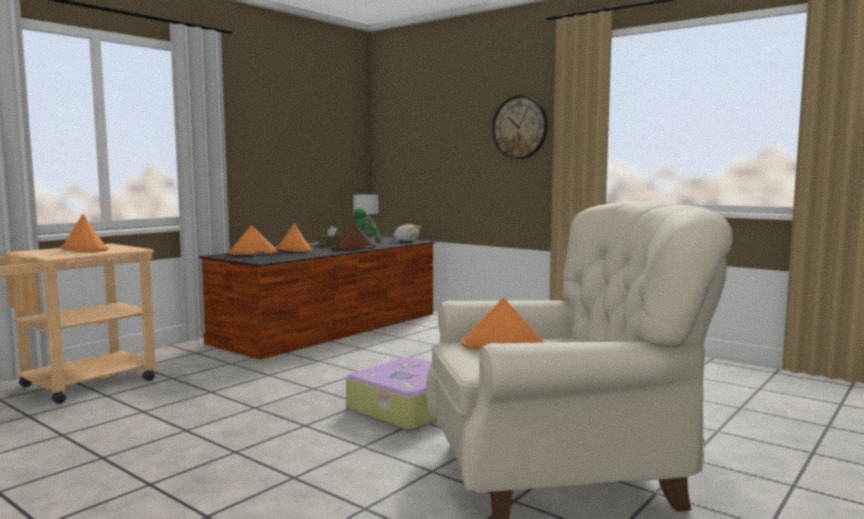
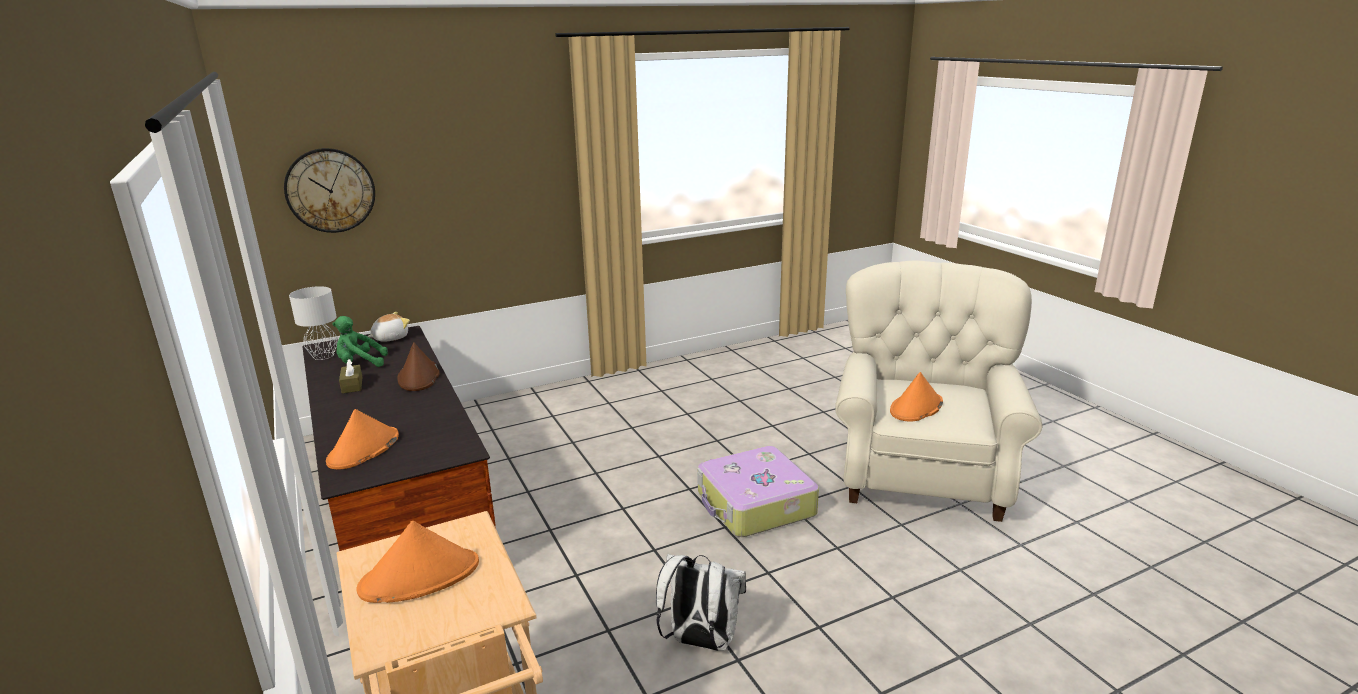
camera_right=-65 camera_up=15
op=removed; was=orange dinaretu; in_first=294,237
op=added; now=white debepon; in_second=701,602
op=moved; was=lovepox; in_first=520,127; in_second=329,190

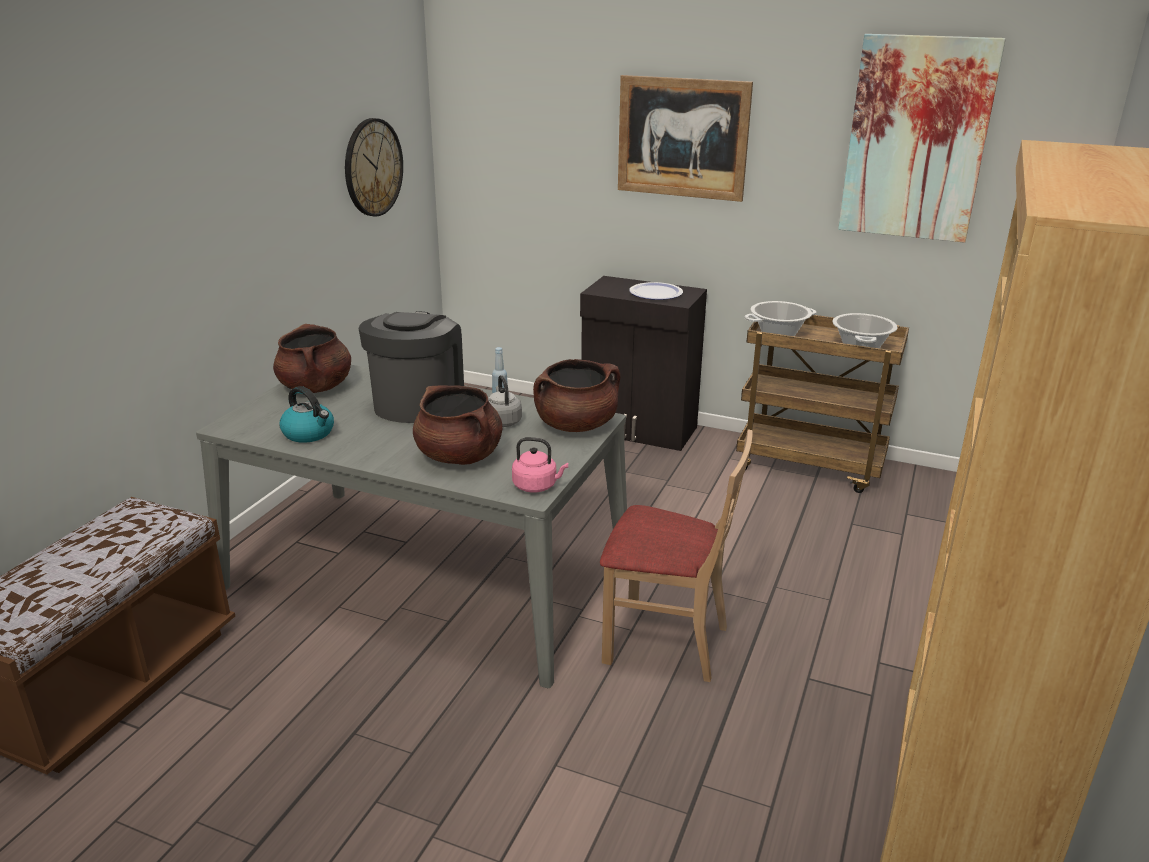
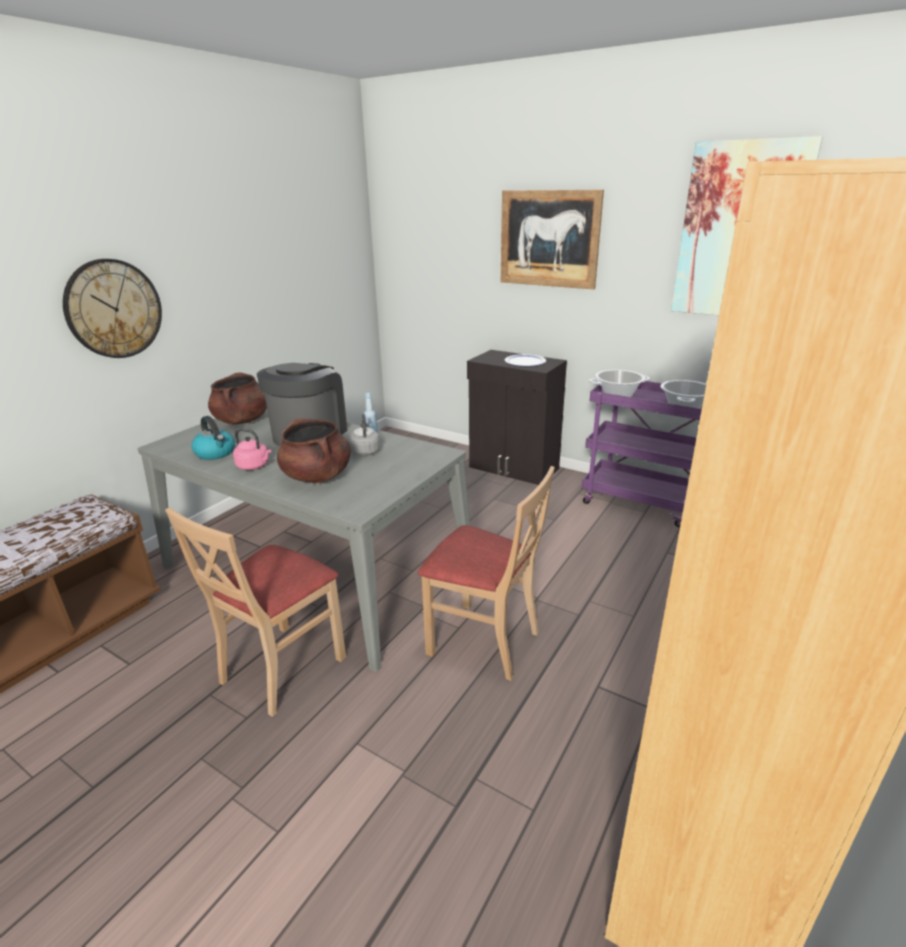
camera_right=10 camera_up=0
op=removed; was=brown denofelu; in_first=576,395
op=added; now=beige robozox; in_second=255,612
op=moved; was=lovepox; in_first=374,167; in_second=112,308
op=moved; was=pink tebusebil; in_first=540,465; in_second=252,449
op=recoloured; was=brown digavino; now=purple digavino; in_first=822,404; in_second=642,454

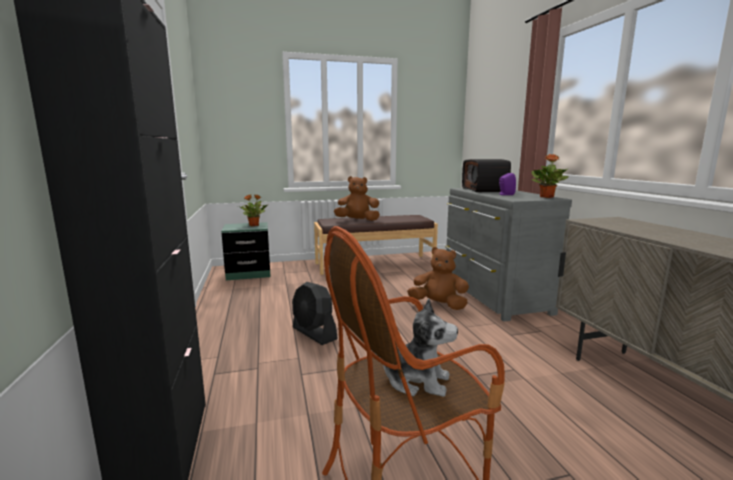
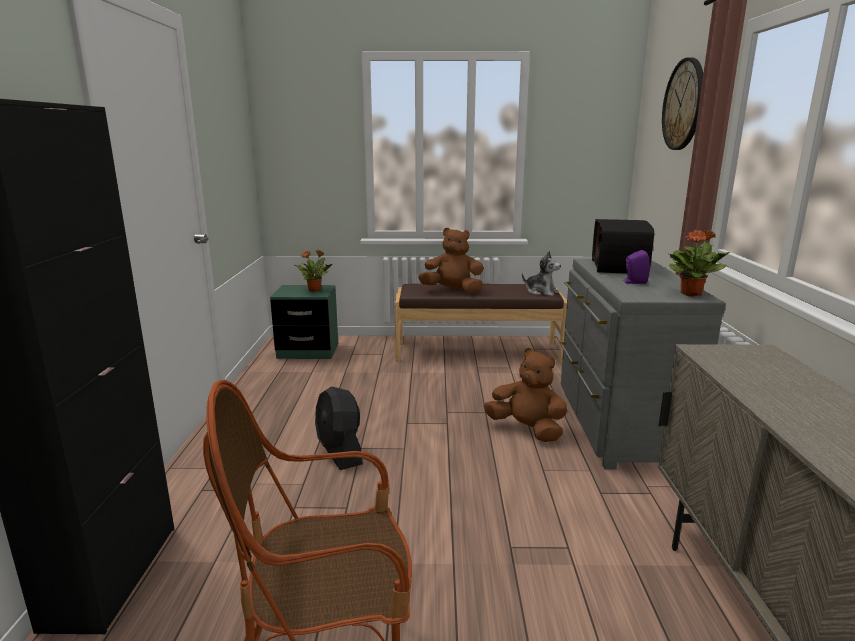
camera_right=15 camera_up=5
op=added; now=lovepox; in_second=682,103
op=moved; was=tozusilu; in_first=418,348; in_second=541,273

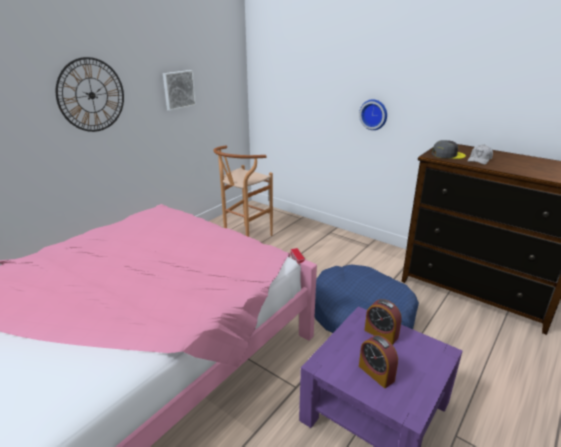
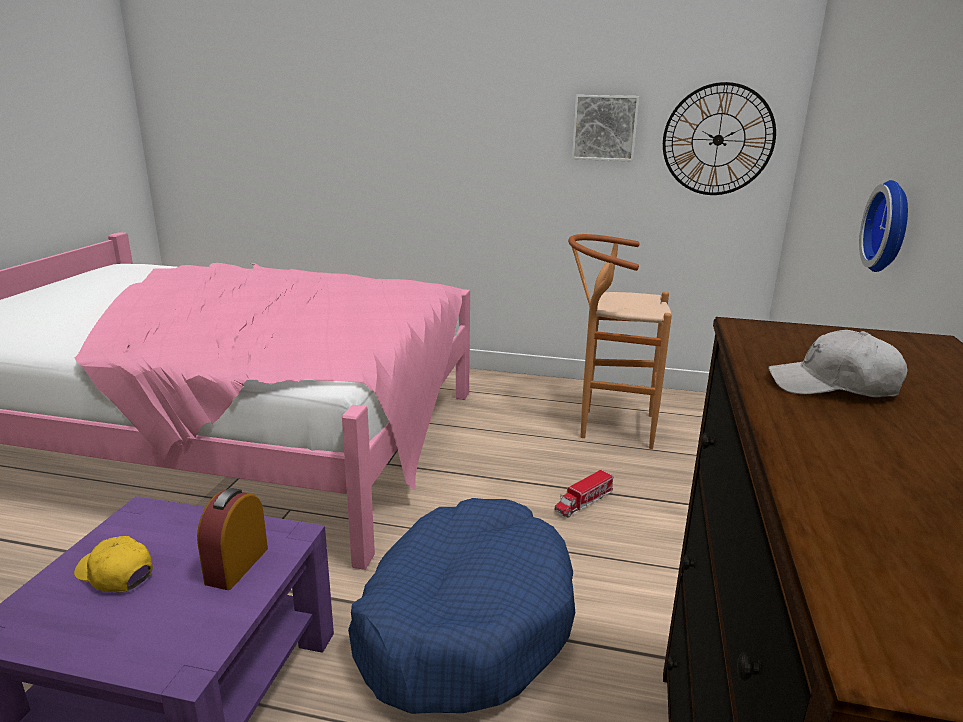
camera_right=65 camera_up=-5
op=removed; was=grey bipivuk; in_first=449,149
op=moved; was=lovepox; in_first=90,94; in_second=719,138
op=replaced; was=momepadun; now=yellow bipivuk; in_first=378,361; in_second=113,564

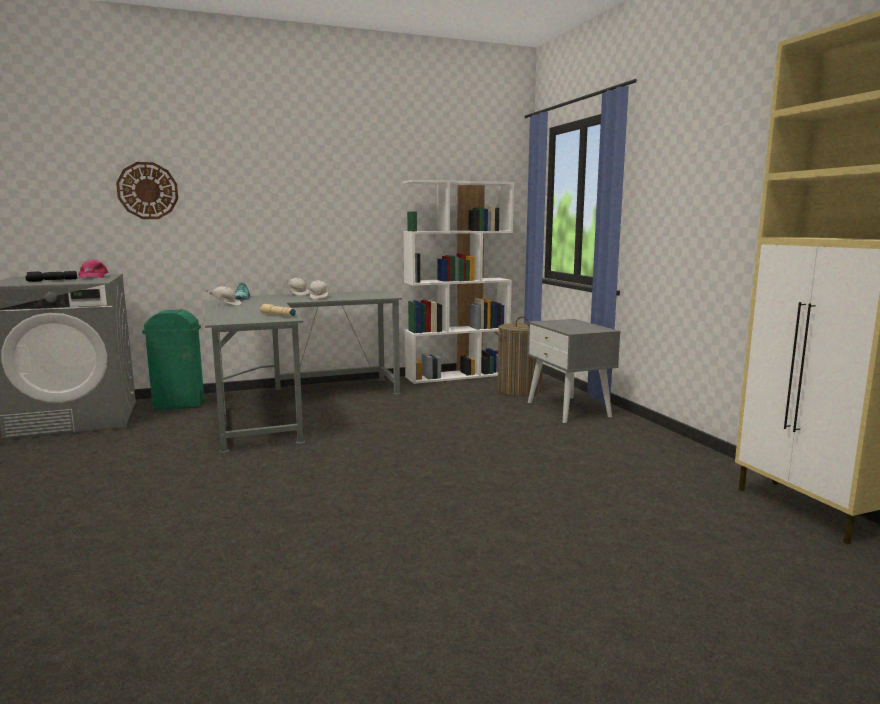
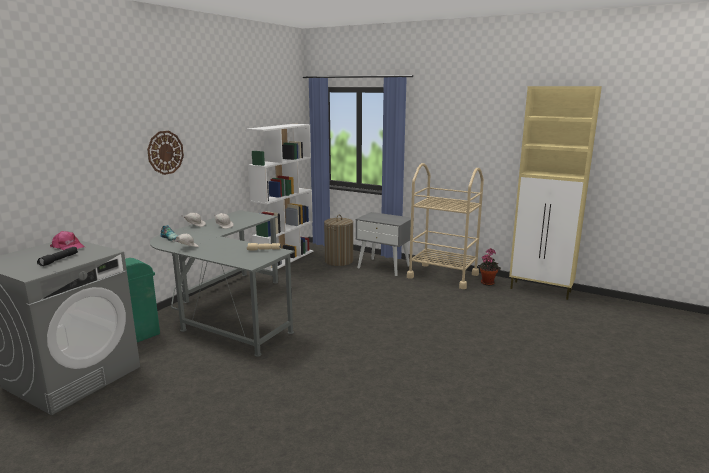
camera_right=-40 camera_up=5
op=added; now=beige digavino; in_second=445,226
op=added; now=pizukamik; in_second=489,266
op=moved; was=lovepox; in_first=147,190; in_second=165,153

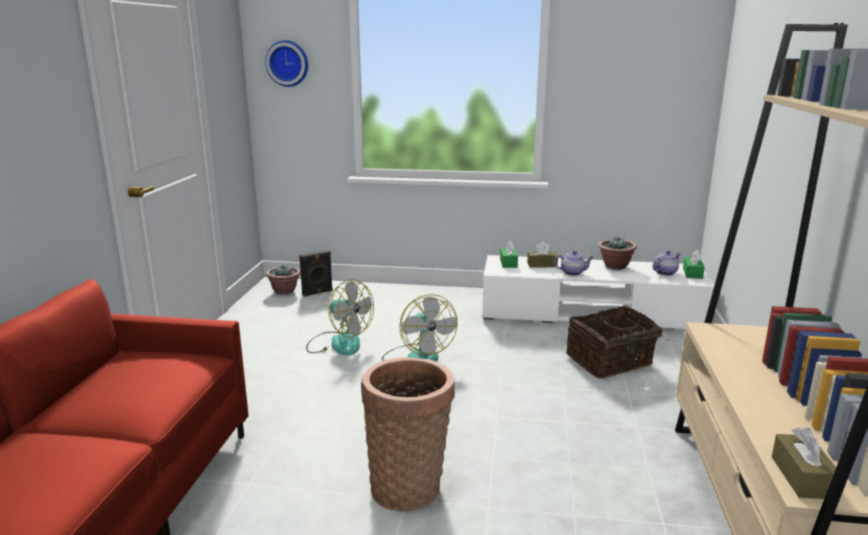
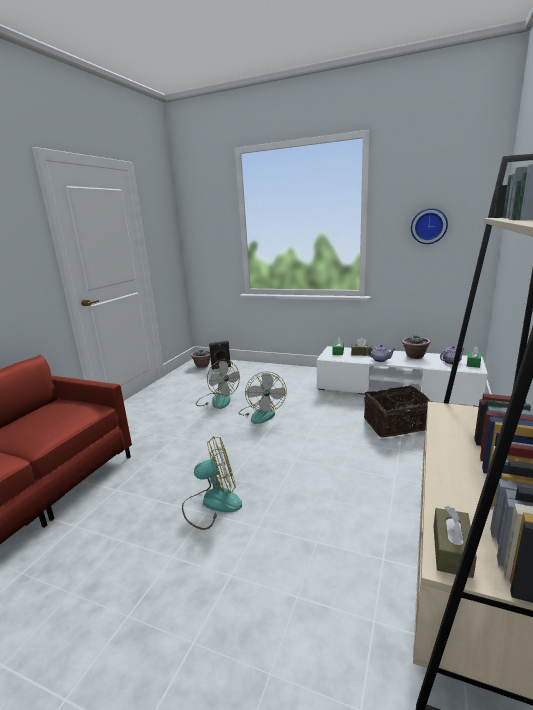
camera_right=15 camera_up=0
op=moved; was=lovepox; in_first=286,63; in_second=429,226
op=replaced; was=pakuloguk; now=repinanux; in_first=408,434; in_second=212,483

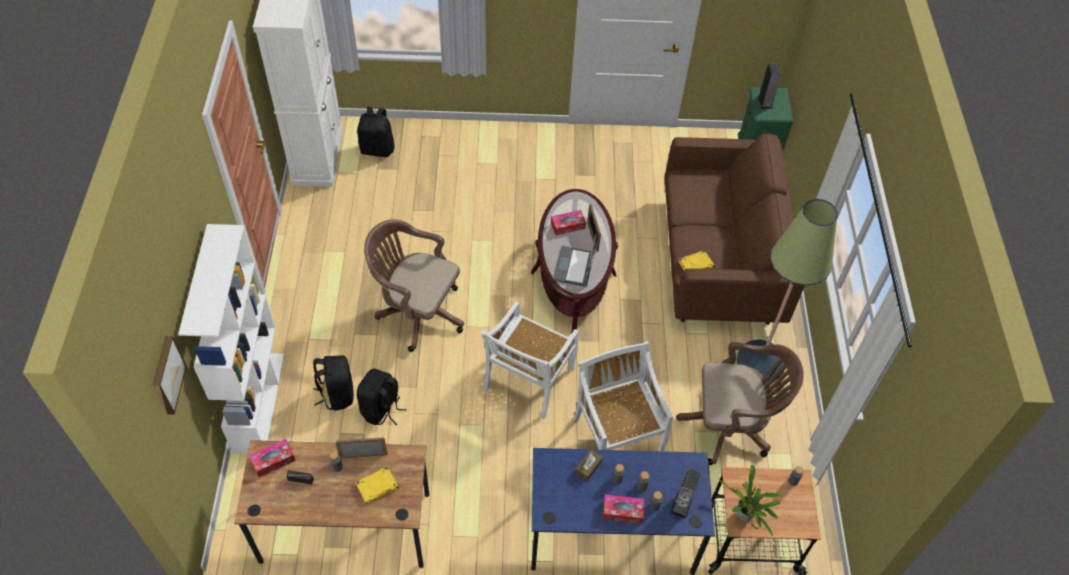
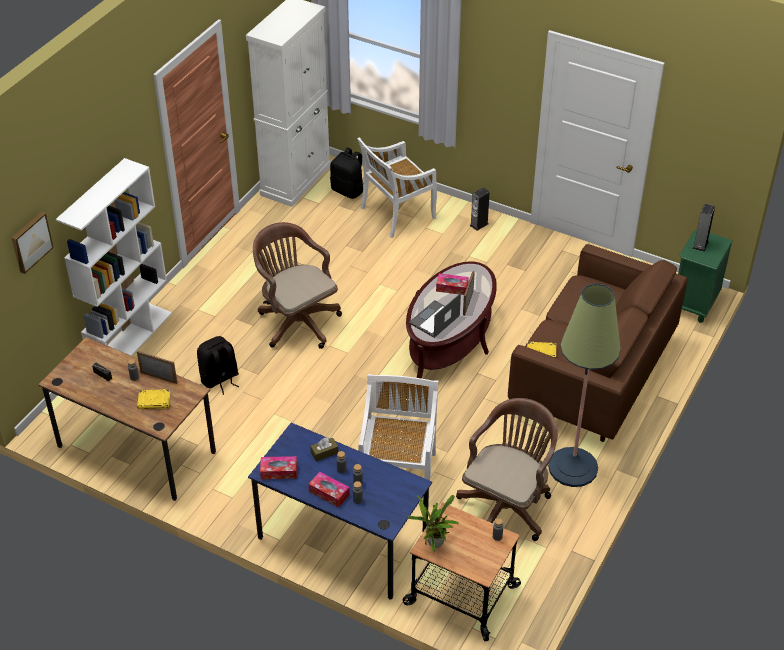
camera_right=30 camera_up=-10
op=removed; was=black debepon; in_first=333,383
op=moved; was=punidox; in_first=272,458; in_second=278,467
op=moved; was=white robozox; in_first=529,360; in_second=397,187
op=moved; was=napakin; in_first=685,493; in_second=479,209
op=turned; was=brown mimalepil; in_first=740,403; in_second=507,469; clockwise=-90

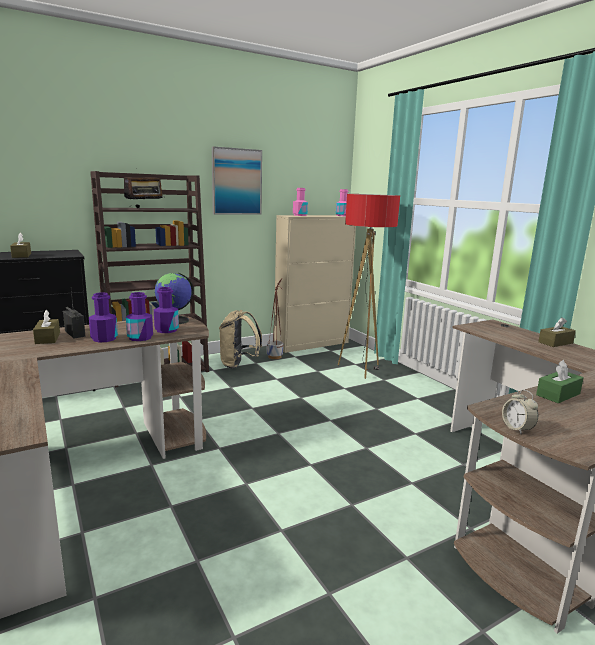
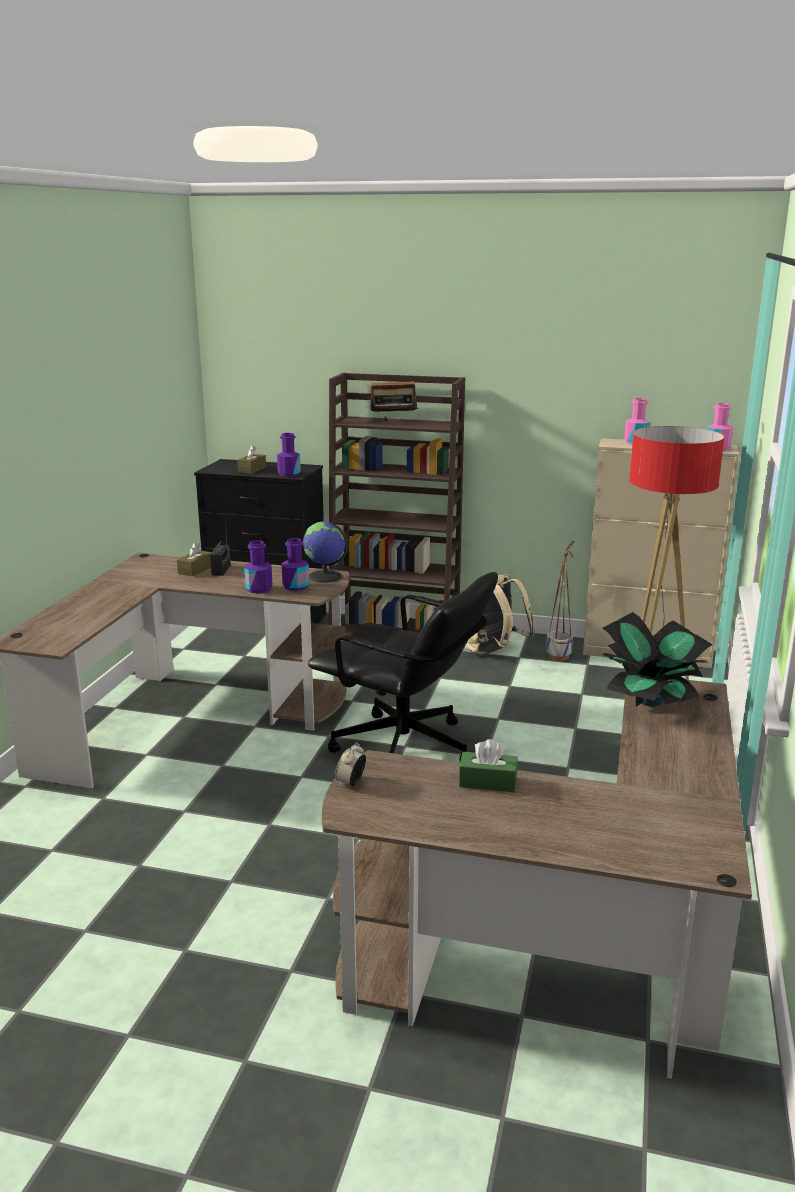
camera_right=45 camera_up=5
op=removed; was=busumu; in_first=237,180
op=removed; was=brown punidox; in_first=557,332
op=added; now=black mimalepil; in_second=403,667
op=added; now=pizukamik; in_second=657,659
op=moved; was=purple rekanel; in_first=103,317; in_second=289,455

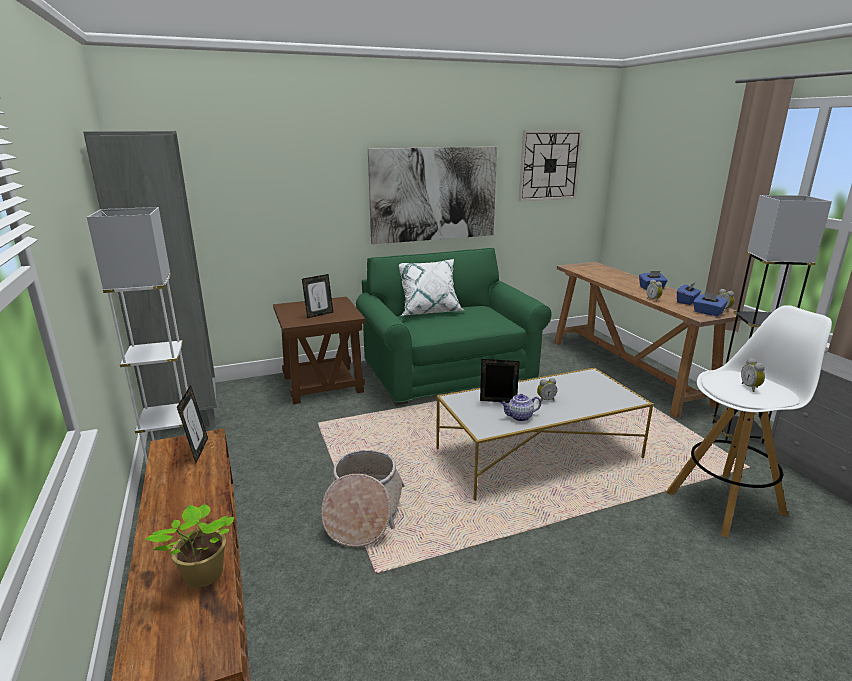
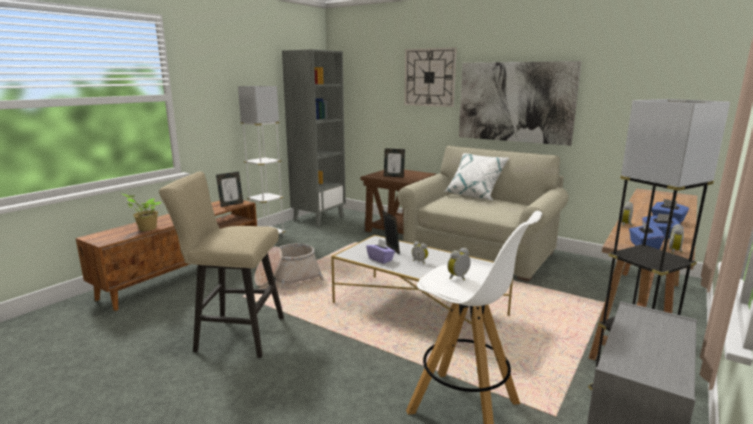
camera_right=55 camera_up=-5
op=added; now=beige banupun; in_second=221,265
op=moved; was=lovepox; in_first=551,165; in_second=430,77
op=replaced; was=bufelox; now=purple punidox; in_first=521,407; in_second=380,251
op=recoloured; was=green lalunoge; now=beige lalunoge; in_first=454,326; in_second=483,214

